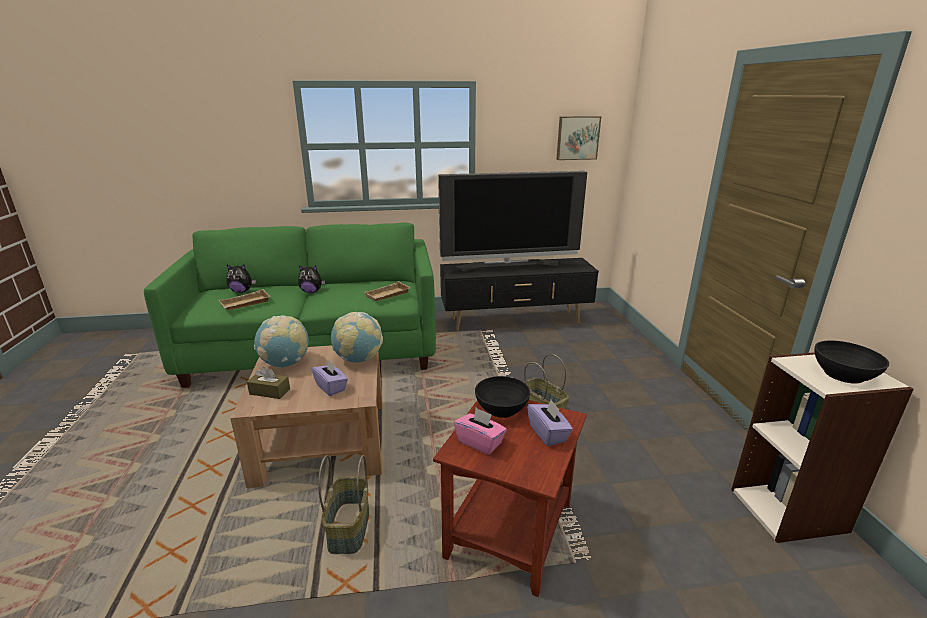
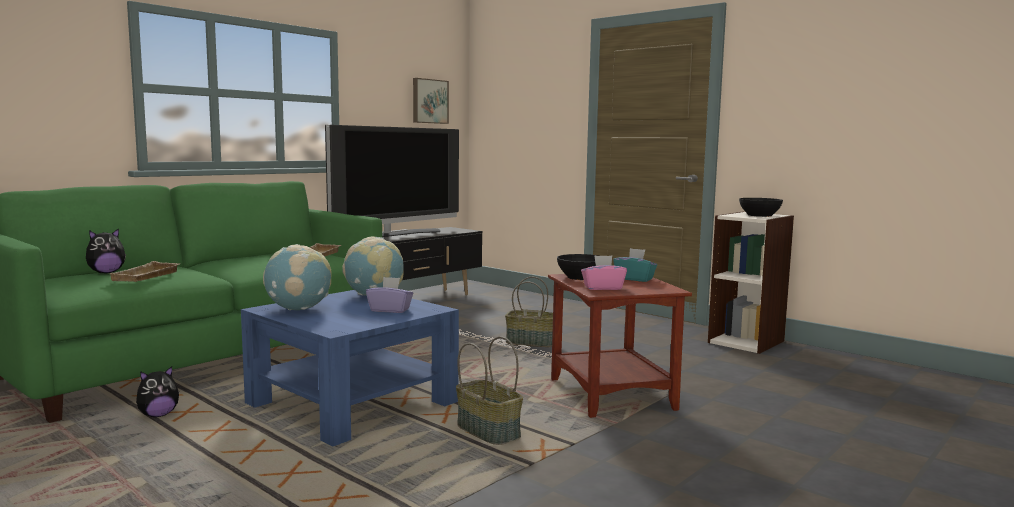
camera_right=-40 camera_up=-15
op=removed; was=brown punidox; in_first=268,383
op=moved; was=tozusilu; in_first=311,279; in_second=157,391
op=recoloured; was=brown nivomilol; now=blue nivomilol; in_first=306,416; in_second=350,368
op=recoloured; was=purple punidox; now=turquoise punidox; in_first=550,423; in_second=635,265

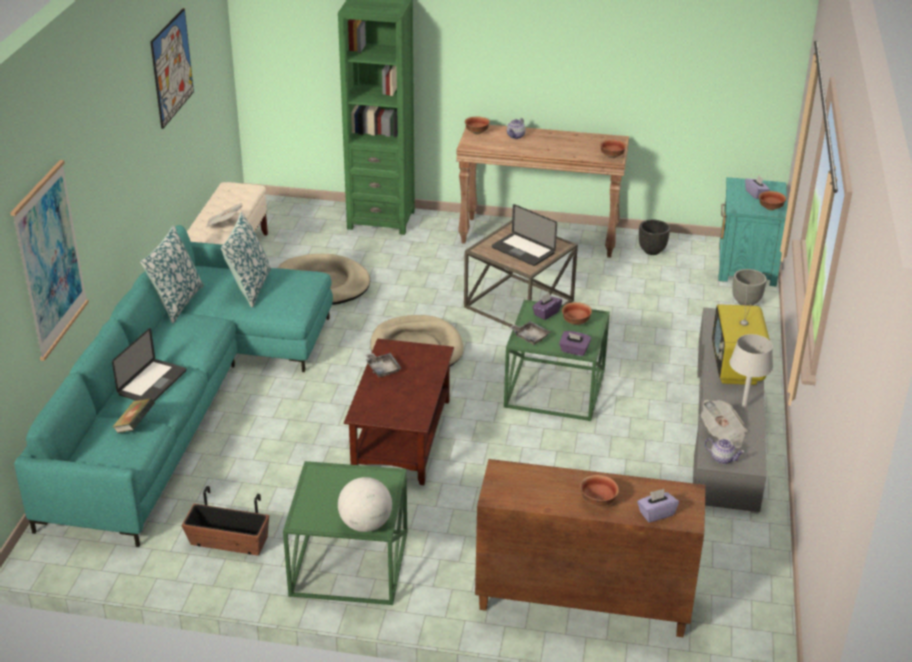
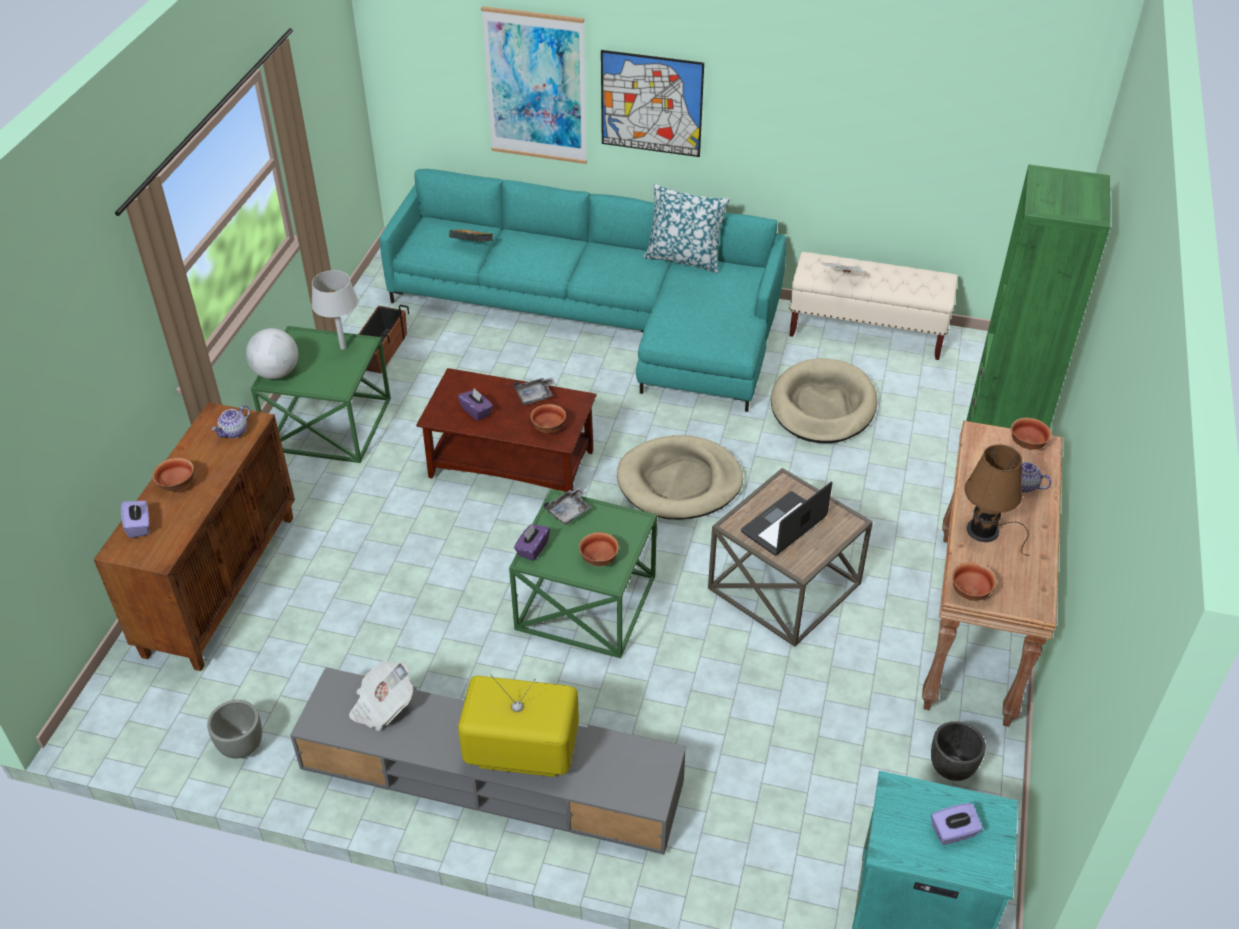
camera_right=95 camera_up=10
op=removed; was=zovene; in_first=149,364
op=removed; was=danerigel; in_first=246,260
op=added; now=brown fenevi; in_second=997,500
op=moved; was=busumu; in_first=172,68; in_second=652,103
op=moved; was=purple punidox; in_first=547,306; in_second=475,404
op=moved; was=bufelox; in_first=724,451; in_second=231,421
op=moved; was=grey fenevi; in_first=751,371; in_second=335,309
op=moved; was=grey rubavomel; in_first=749,287; in_second=234,729
op=moved; was=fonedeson; in_first=772,201; in_second=548,418

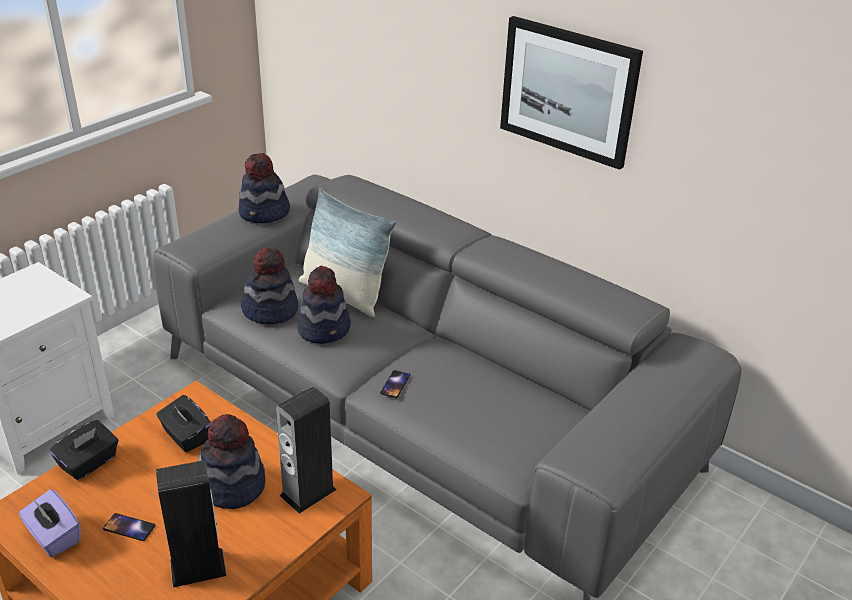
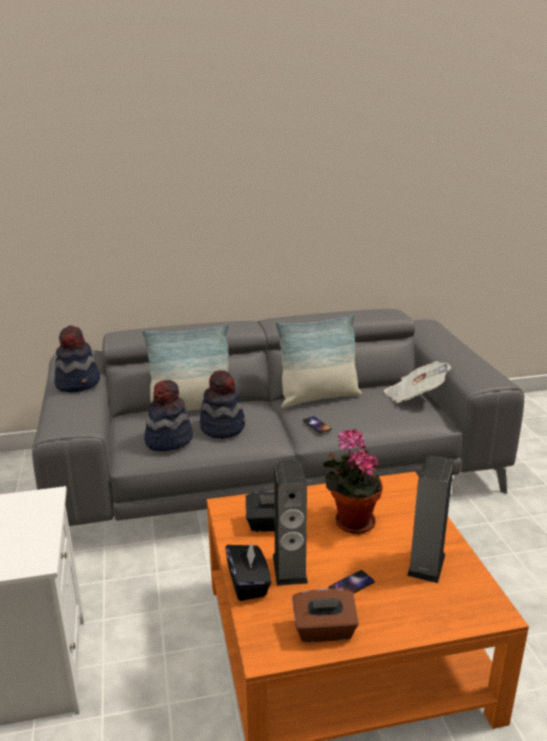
camera_right=-50 camera_up=-10
op=removed; was=busumu; in_first=571,93
op=added; now=danerigel; in_second=318,361
op=added; now=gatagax; in_second=417,382
op=moved; was=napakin; in_first=306,450; in_second=290,523
op=replaced; was=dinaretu; now=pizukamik; in_first=232,461; in_second=353,481
op=recoloured; was=purple punidox; now=brown punidox; in_first=50,523; in_second=325,615

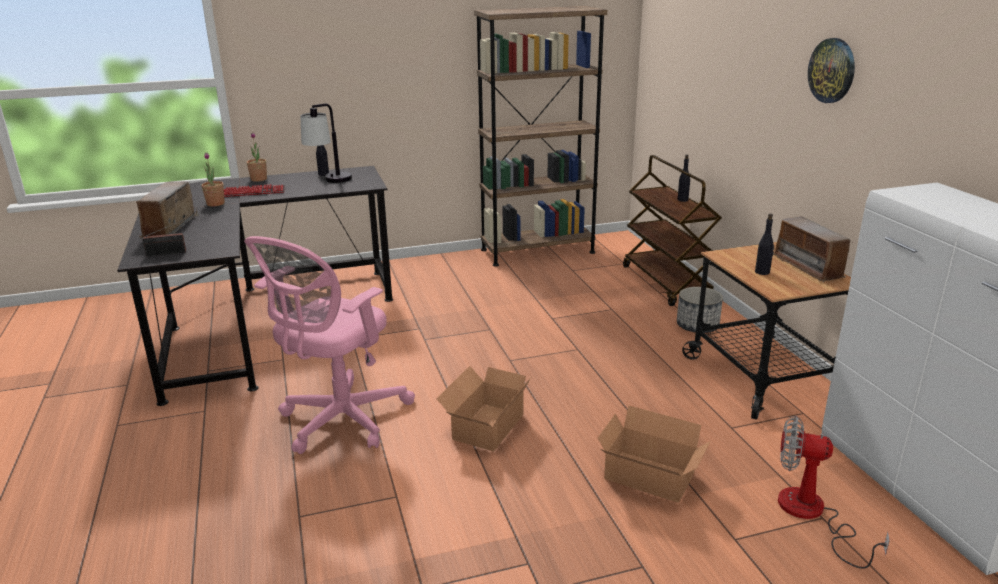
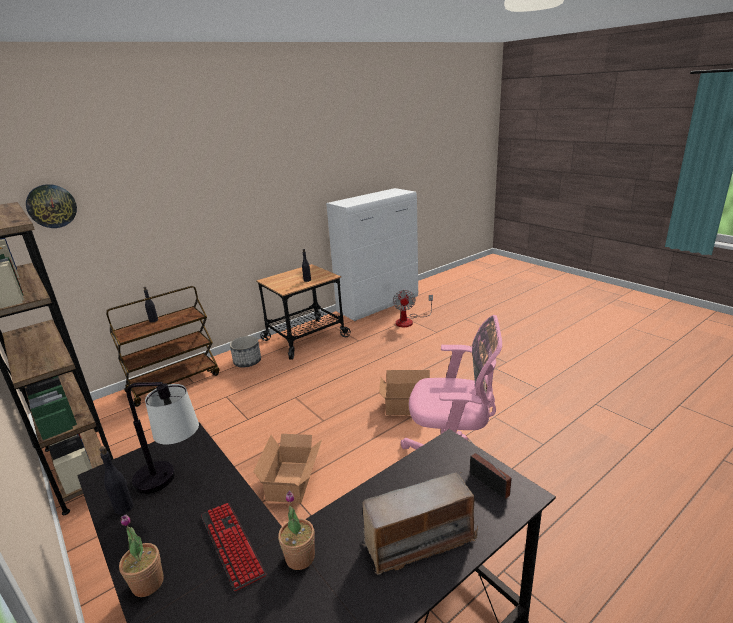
camera_right=-110 camera_up=0
op=removed; was=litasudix; in_first=813,249
op=moved; was=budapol; in_first=654,454; in_second=287,468
op=moved; was=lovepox; in_first=831,70; in_second=51,206

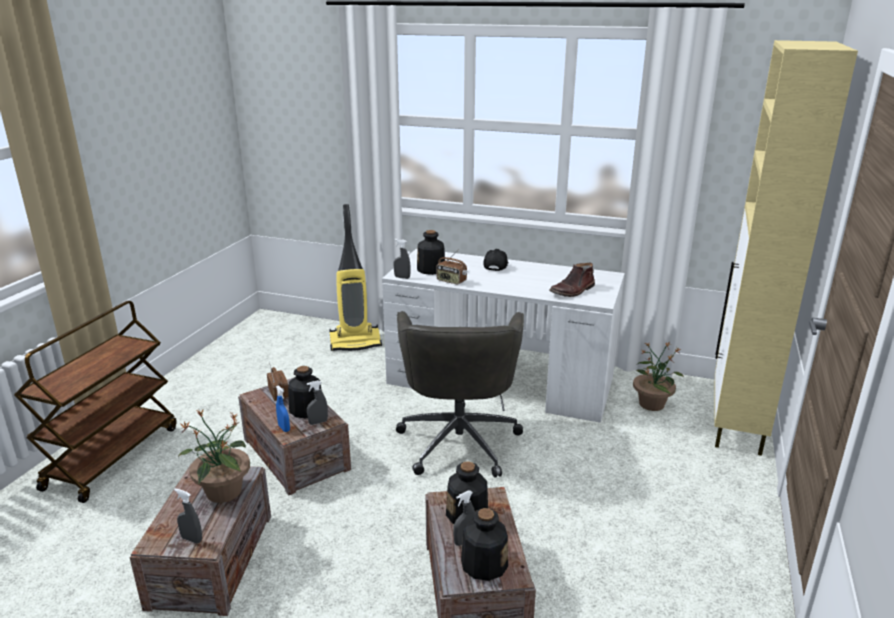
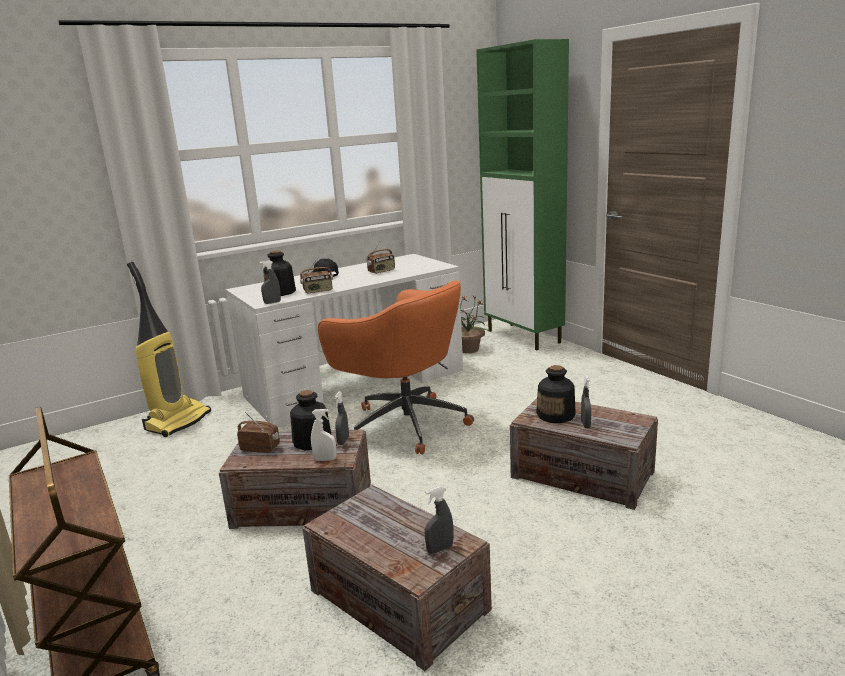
camera_right=-50 camera_up=-5
op=removed; was=pizukamik; in_first=214,456
op=removed; was=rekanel; in_first=484,544
op=removed; was=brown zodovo; in_first=572,279
op=added; now=litasudix; in_second=381,257
op=recoloured; was=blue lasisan; now=white lasisan; in_first=283,408; in_second=324,435
op=recoloured; was=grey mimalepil; now=orange mimalepil; in_first=460,394; in_second=396,367
op=recoloured; was=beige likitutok; now=green likitutok; in_first=786,248; in_second=522,194

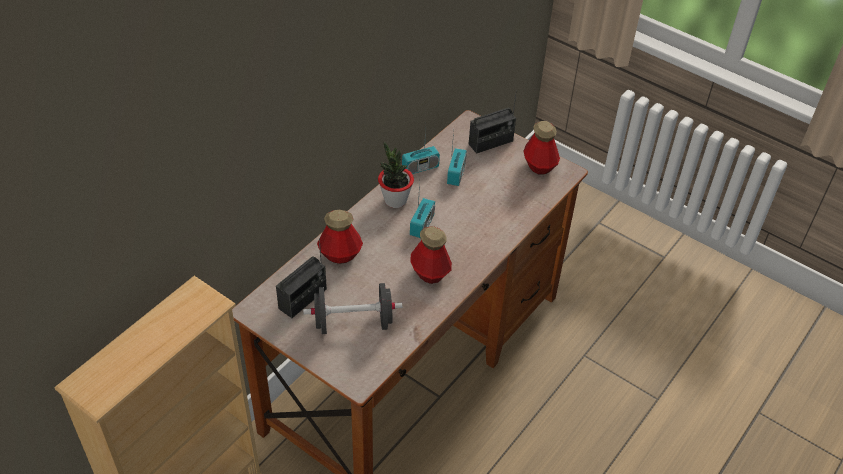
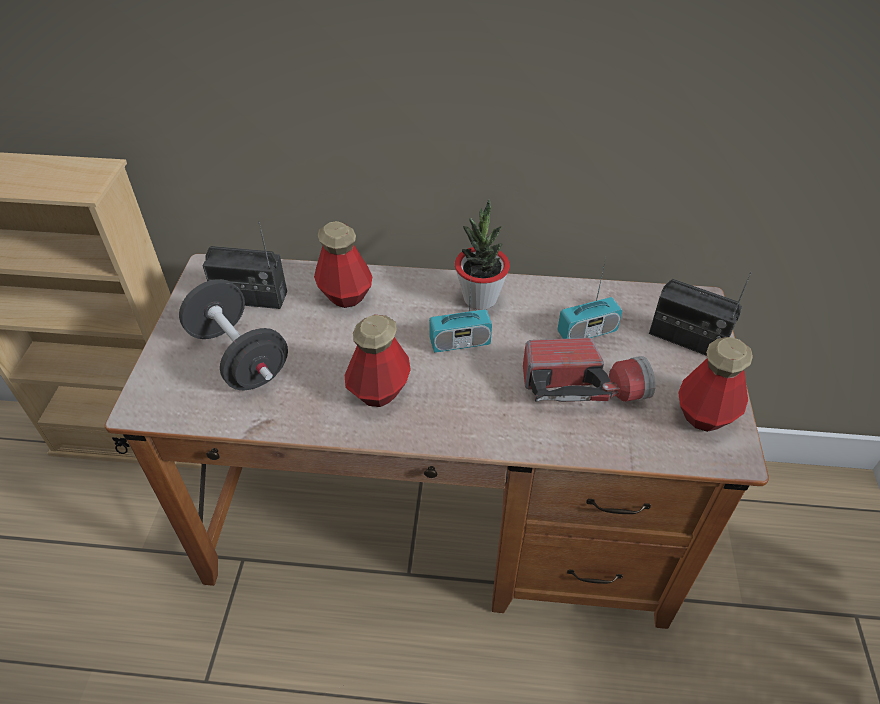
camera_right=60 camera_up=0
op=removed; was=litasudix; in_first=421,150
op=added; now=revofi; in_second=589,370

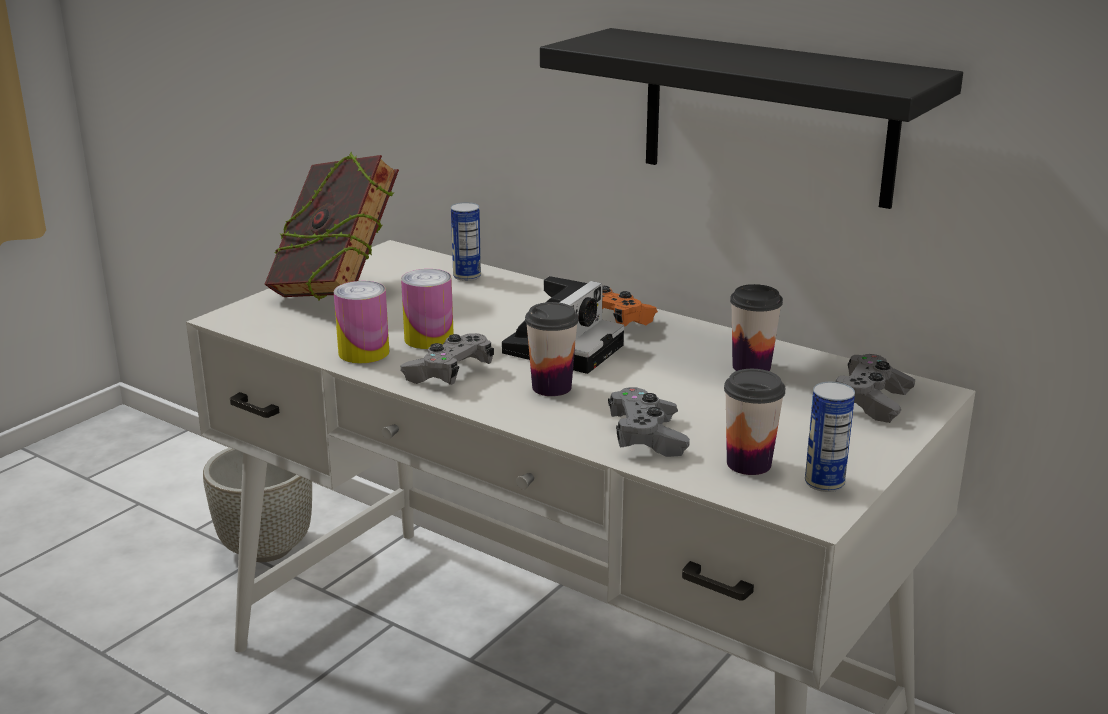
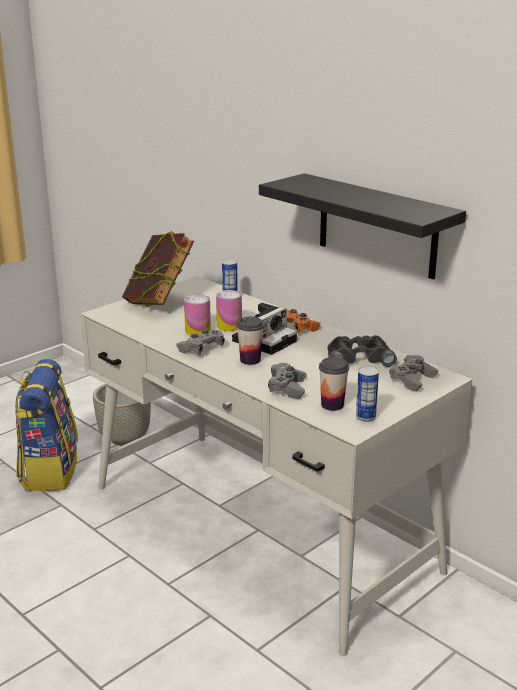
camera_right=10 camera_up=0
op=added; now=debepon; in_second=46,425
op=moved; was=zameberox; in_first=361,322; in_second=229,310
op=replaced; was=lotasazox; now=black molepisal; in_first=756,327; in_second=362,351

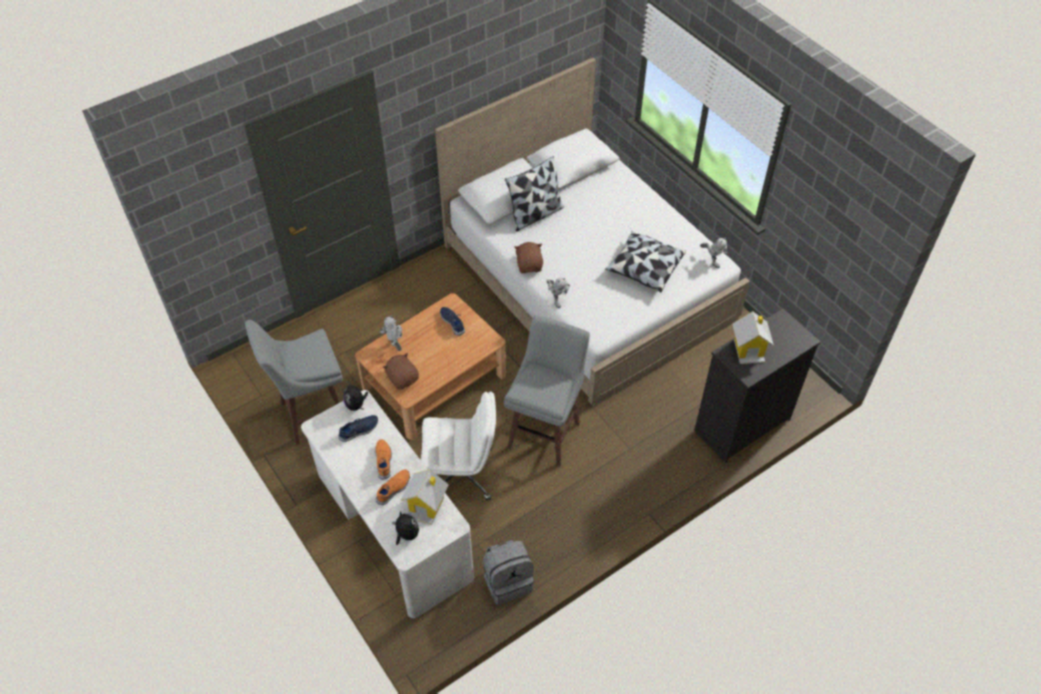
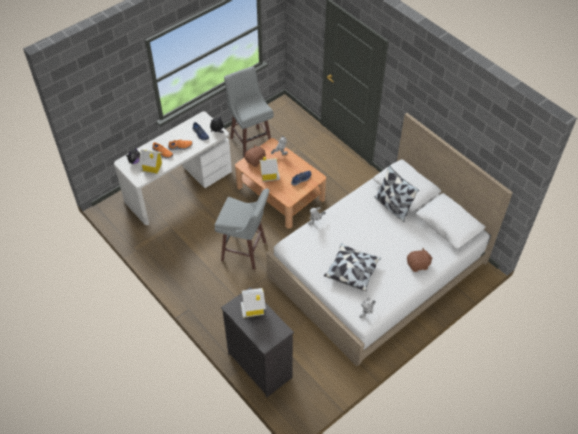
camera_right=85 camera_up=0
op=removed; was=white mimalepil; in_first=458,445
op=removed; was=grey debepon; in_first=508,572
op=added; now=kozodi; in_second=269,169
op=moved; was=brown tozusilu; in_first=528,257; in_second=419,260

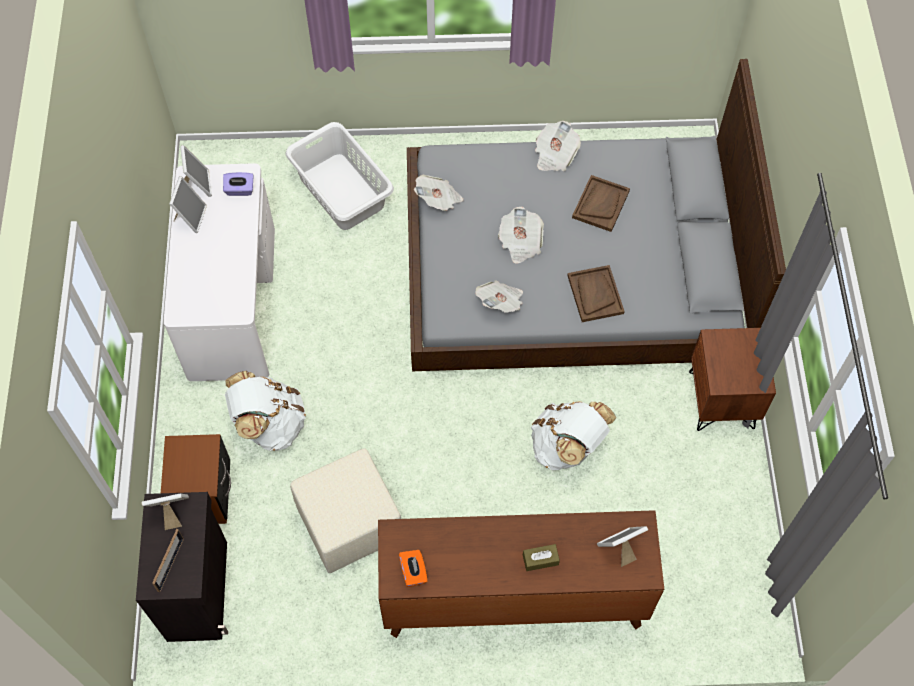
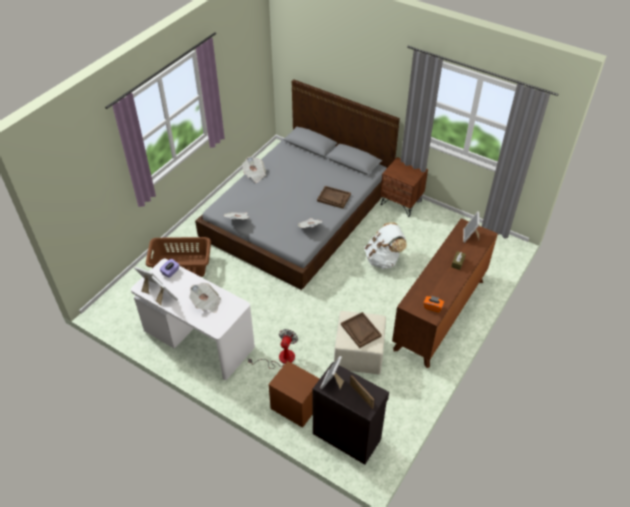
camera_right=-55 camera_up=-15
op=moved; was=gatagax; in_first=521,235; in_second=205,298
op=moved; was=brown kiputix; in_first=601,203; in_second=361,330
op=replaced; was=white debepon; now=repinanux; in_first=265,411; in_second=273,349
op=recoloured; was=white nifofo; now=brown nifofo; in_first=340,176; in_second=178,257

